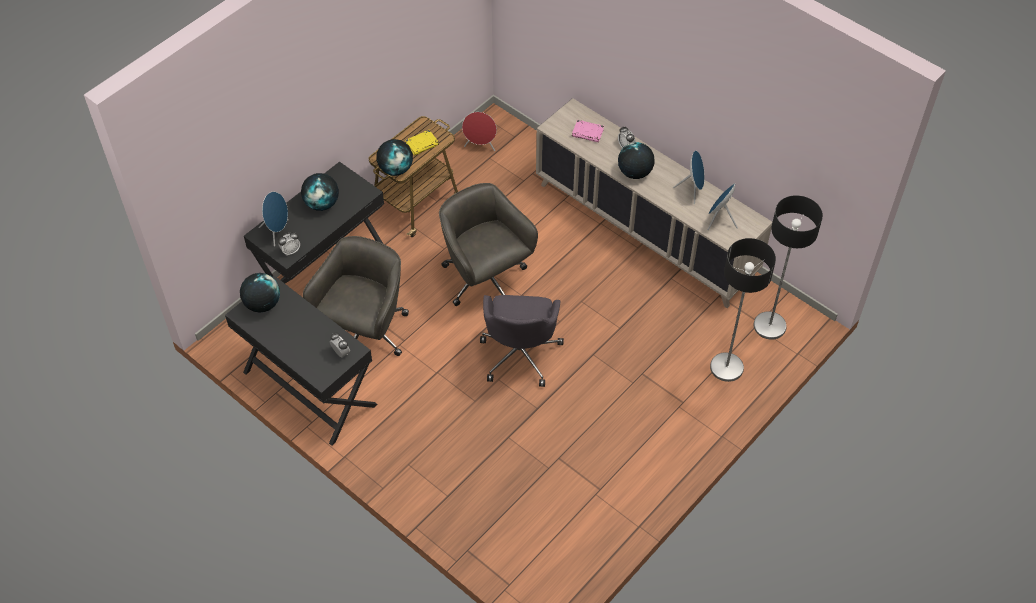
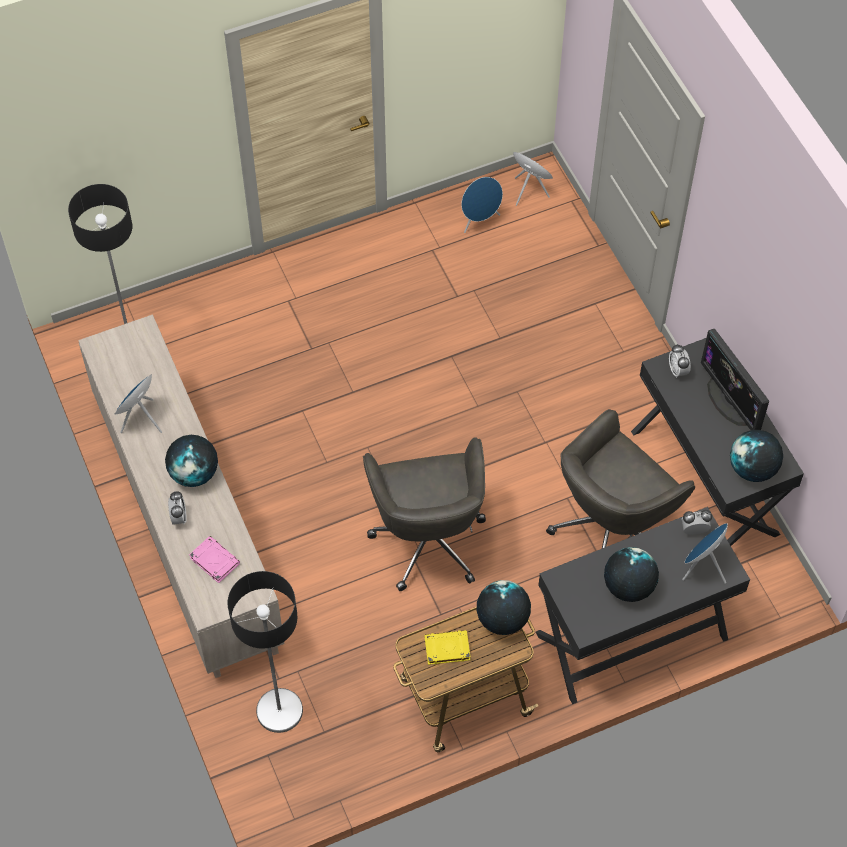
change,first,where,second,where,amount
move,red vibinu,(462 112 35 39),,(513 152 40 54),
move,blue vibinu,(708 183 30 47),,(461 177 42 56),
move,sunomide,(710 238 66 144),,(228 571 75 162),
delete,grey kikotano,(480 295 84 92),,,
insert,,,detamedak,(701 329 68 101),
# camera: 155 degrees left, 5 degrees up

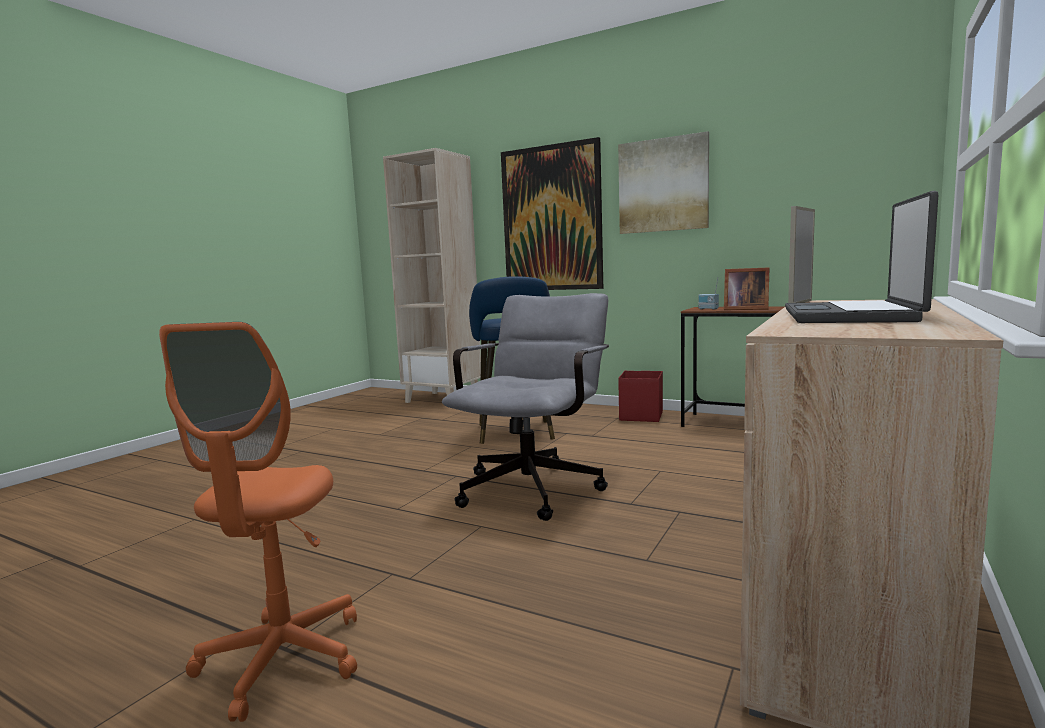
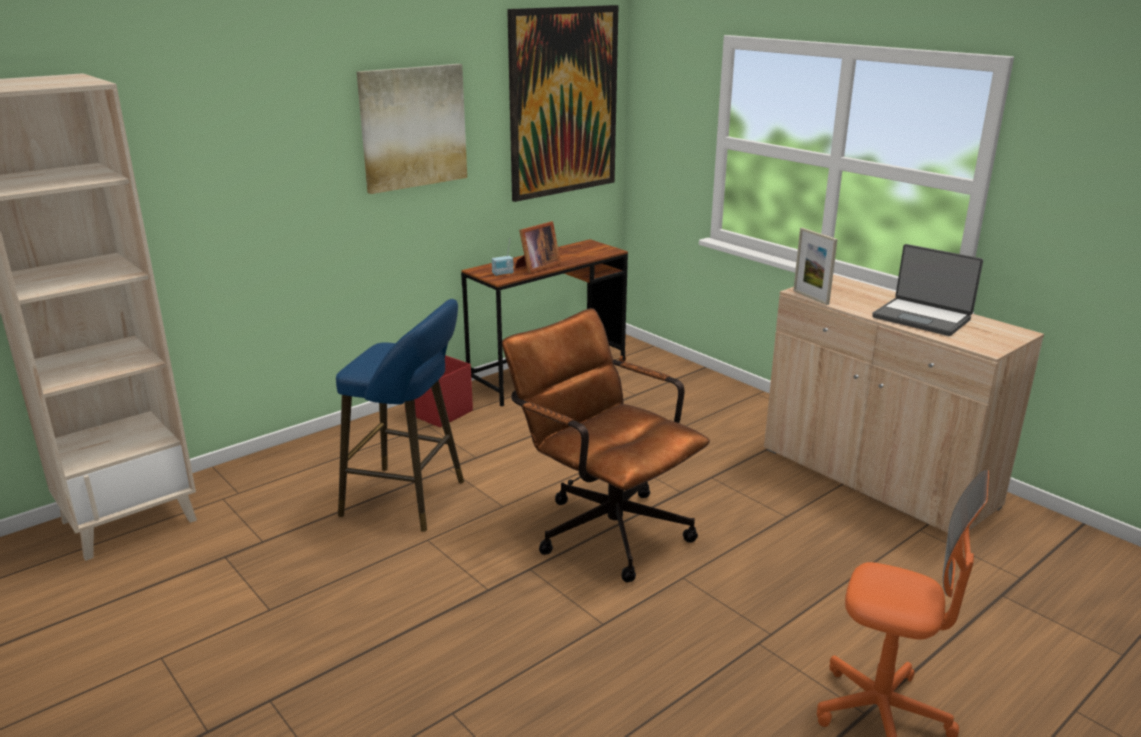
change,first,where,second,where,amount
move,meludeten,(501 137 102 153),,(507 5 112 197),
recolor,grey kikotano,(442 293 167 228),brown kikotano,(502 308 208 275),
# camera: 70 degrees left, 15 degrees up

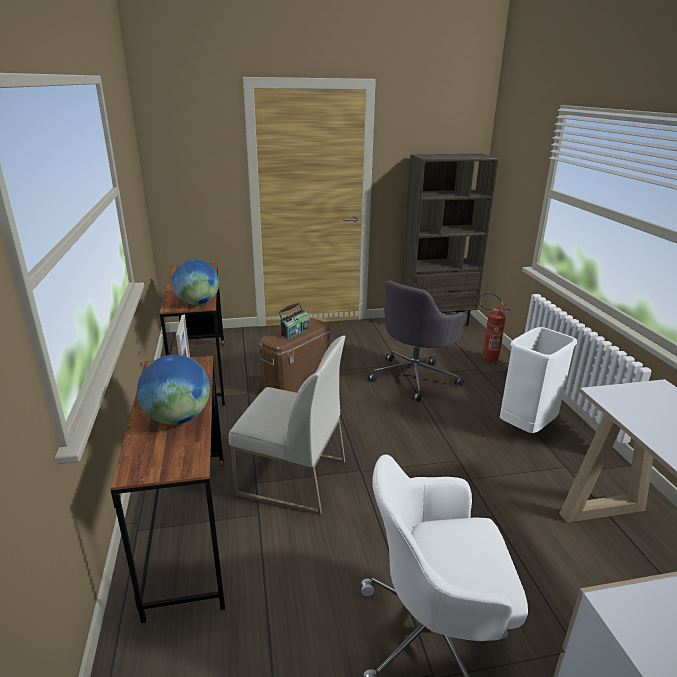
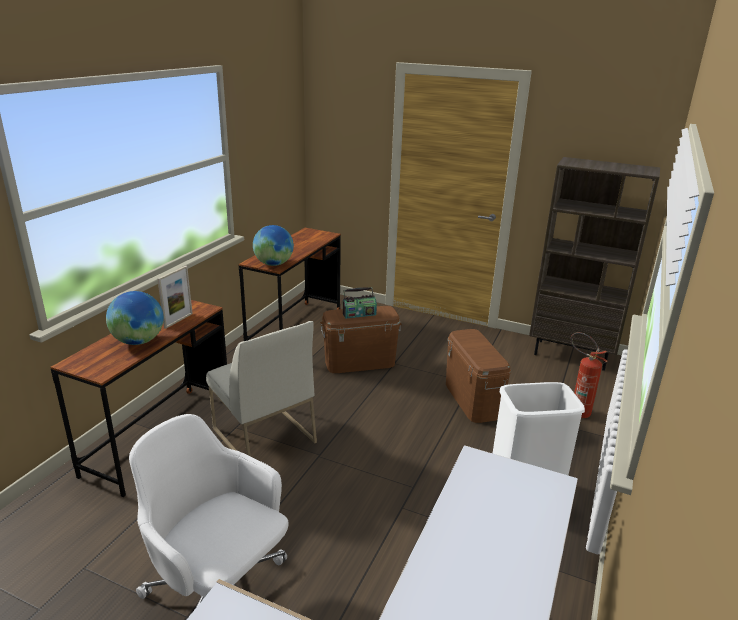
change,first,where,second,where,amount
replace,grey kikotano,(368 280 98 122),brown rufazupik,(446 329 65 94),
# camera: 35 degrees right, 0 degrees up

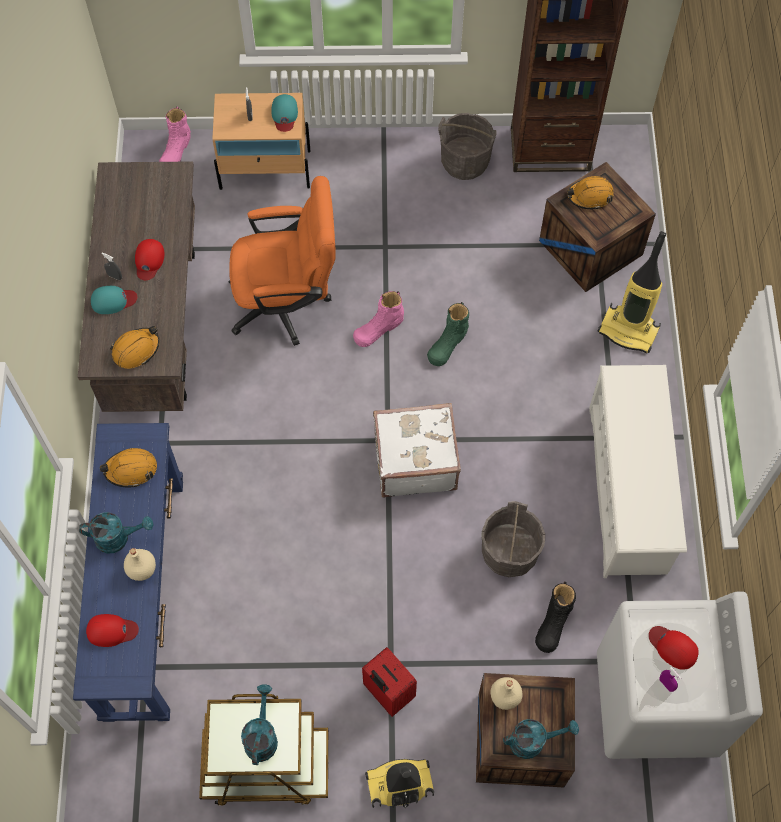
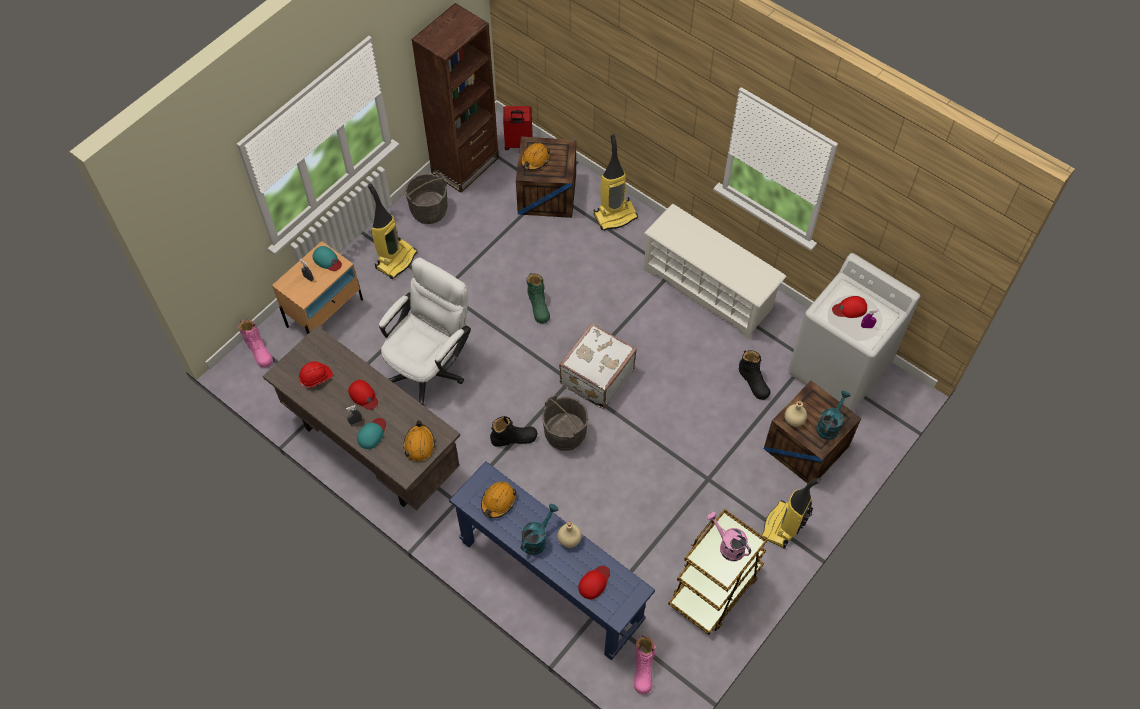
change,first,where,second,where,amount
recolor,orange kikotano,(228 176 108 170),white kikotano,(379 257 92 149),
move,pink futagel,(353 291 51 56),,(634 635 21 59),
move,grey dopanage,(482 501 63 76),,(542 394 46 57),
move,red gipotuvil,(362 647 55 70),,(503 106 29 44),
recolor,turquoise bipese,(241 684 37 81),pink bipese,(707 512 44 49),
insert,,,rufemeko,(368 184 49 95),
insert,,,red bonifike,(299 361 34 27),
insert,,,black futagel,(490 416 48 31),
# camera: 50 degrees left, 5 degrees down

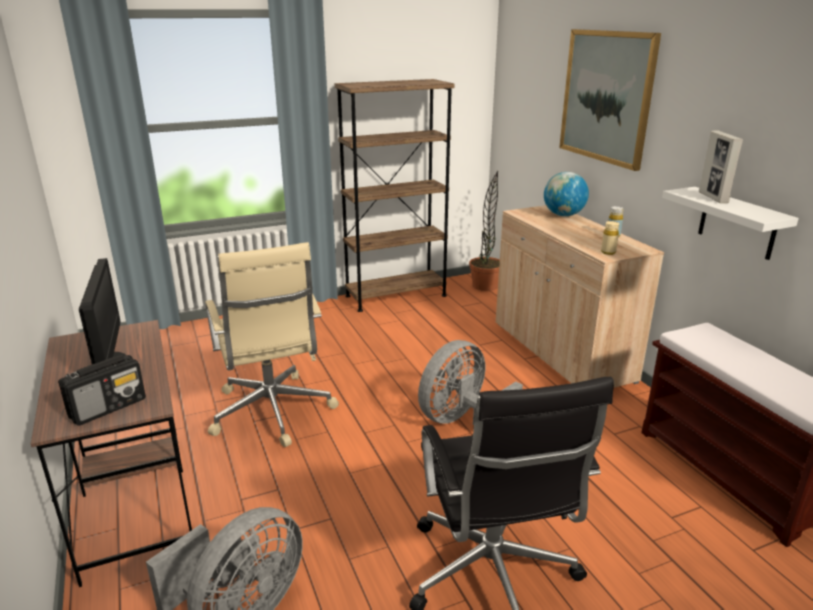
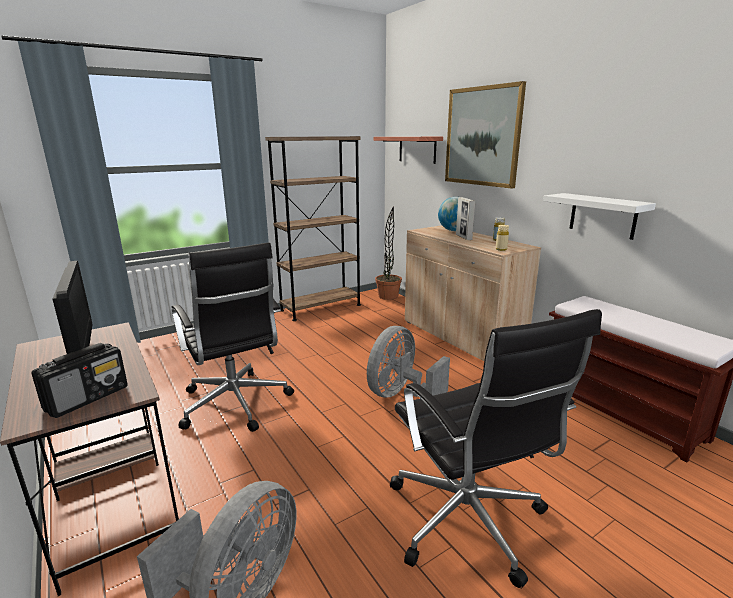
change,first,where,second,where,amount
move,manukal,(699 131 44 73),,(456 197 19 43),
recolor,beige kikotano,(205 242 134 205),black kikotano,(172 242 122 190),
insert,,,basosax,(373 137 70 27),
# camera: 10 degrees left, 5 degrees down

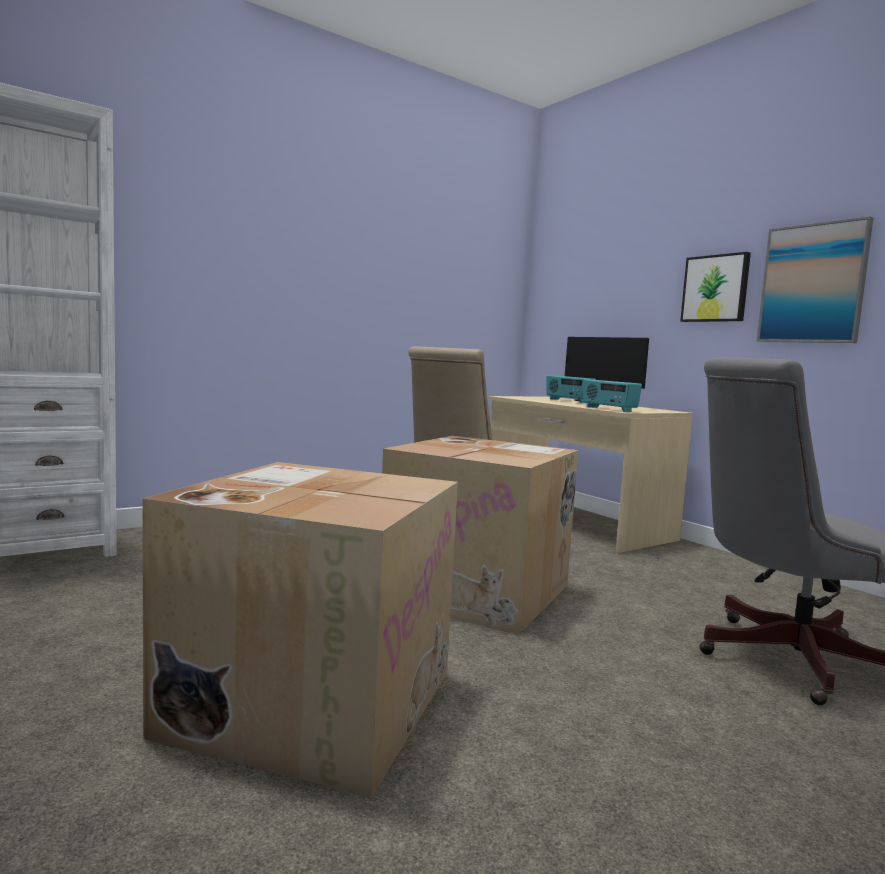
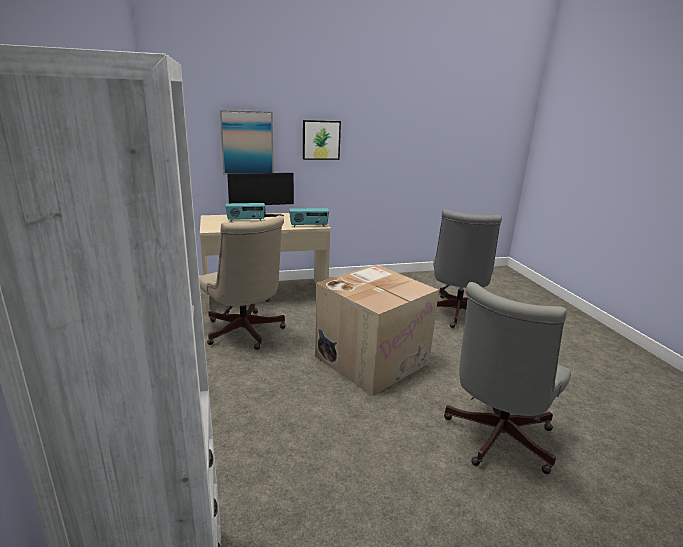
change,first,where,second,where,amount
move,meludeten,(757 216 116 127),,(220 110 54 65),
replace,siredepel,(142 462 316 336),grey kikotano,(444 282 127 192),
# camera: 70 degrees left, 15 degrees up

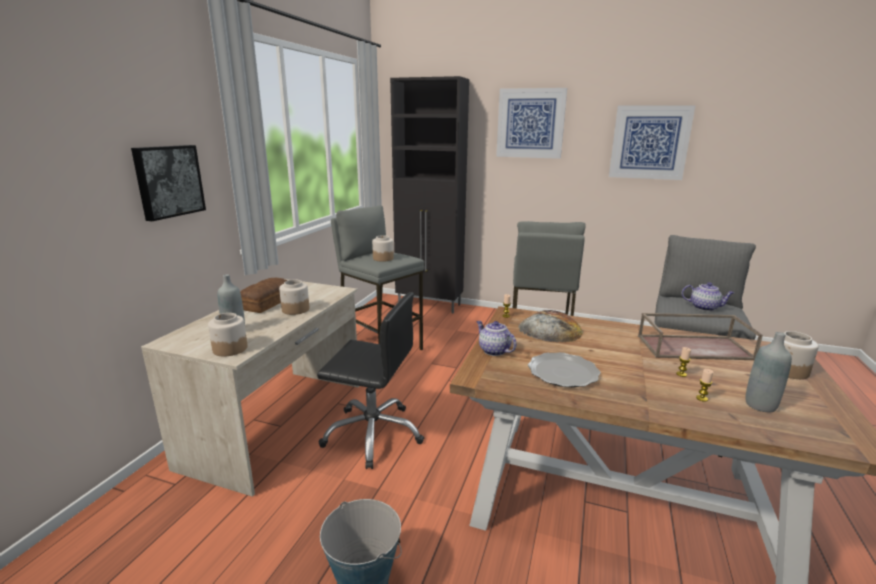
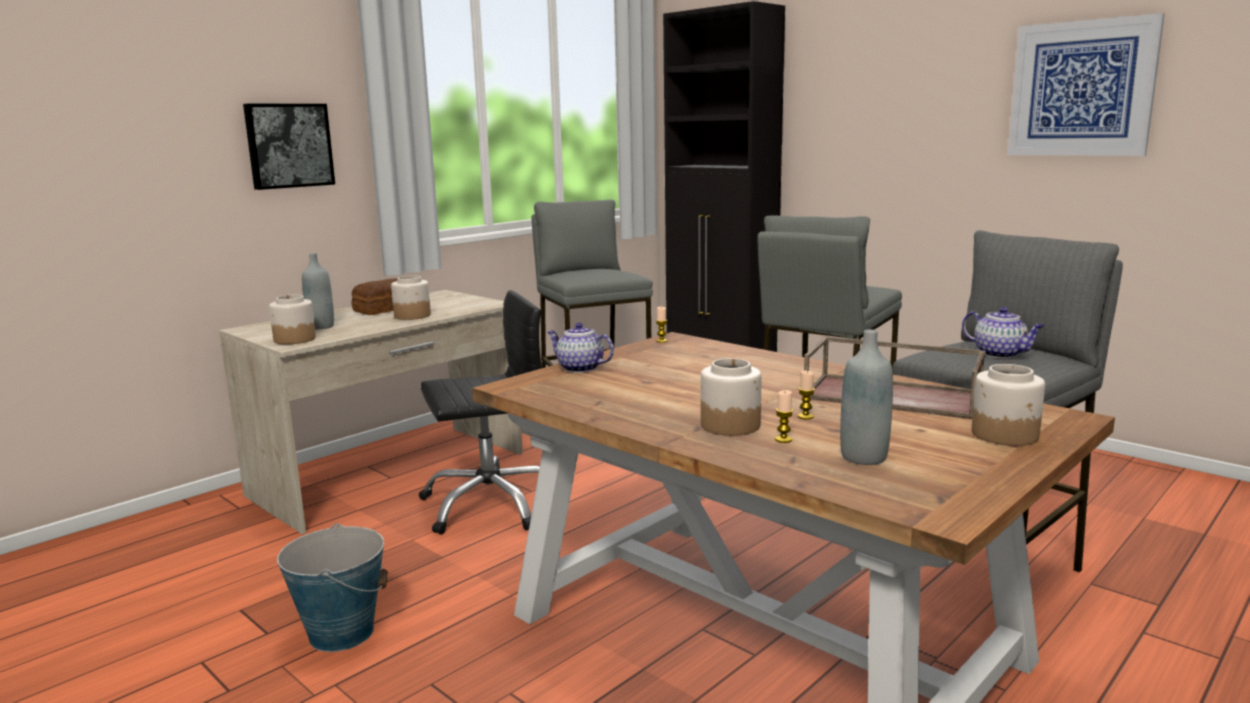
change,first,where,second,where,amount
delete,meludeten,(496 88 71 71),,,
move,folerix,(372 235 22 27),,(701 358 61 78),
rotate,black kikotano,(317 292 107 177),,(419 290 123 245),60 degrees counterclockwise
delete,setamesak,(518 310 65 32),,,
rotate,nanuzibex,(476 321 41 35),,(547 323 67 50),45 degrees counterclockwise
delete,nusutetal,(528 352 73 35),,,
# camera: 25 degrees right, 5 degrees down

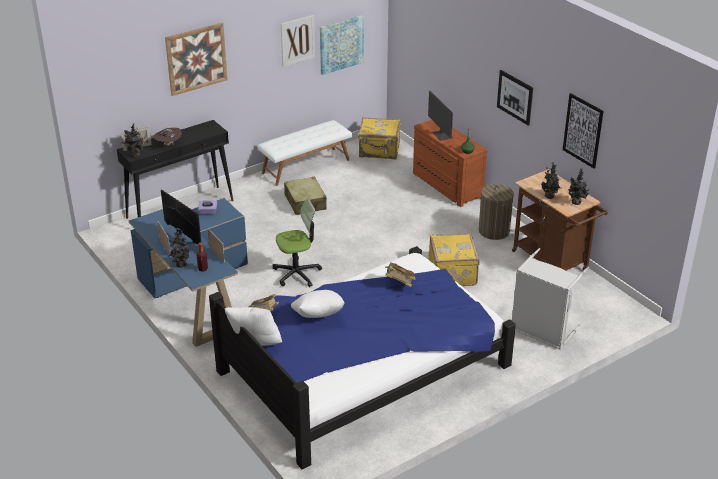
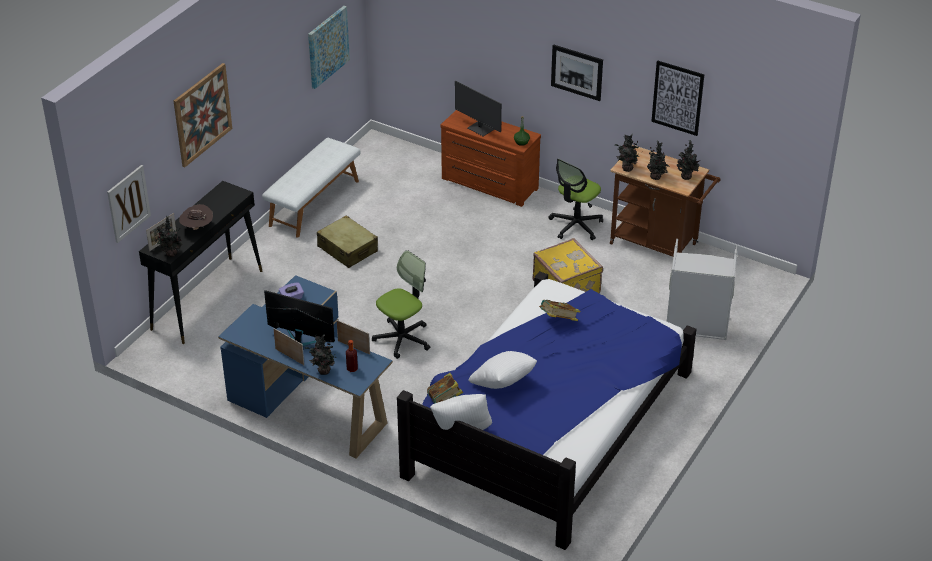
change,first,where,second,where,amount
move,meludeten,(281 15 34 52),,(107 165 44 78),
delete,yellow gipotuvil,(358 117 43 42),,,
replace,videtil,(479 184 35 56),kikotano,(548 159 55 81),
insert,,,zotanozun,(615 133 24 39),
# camera: 25 degrees left, 5 degrees up

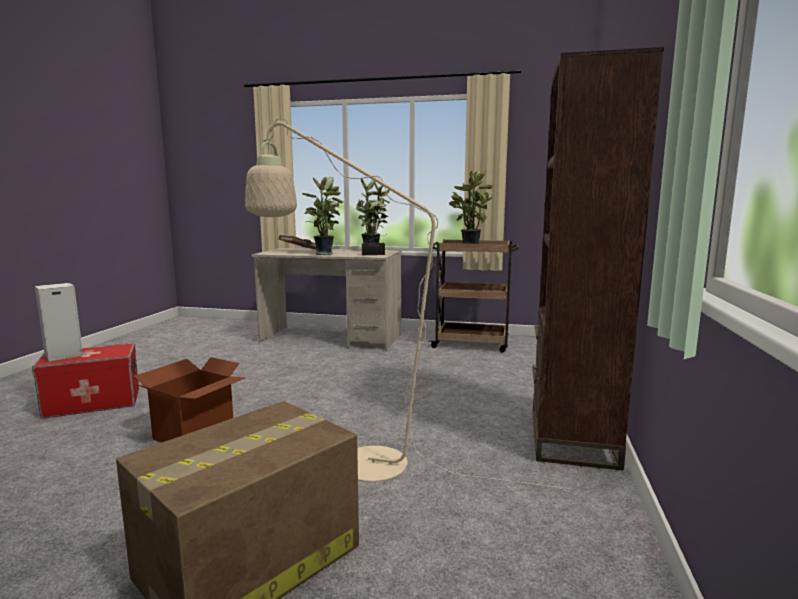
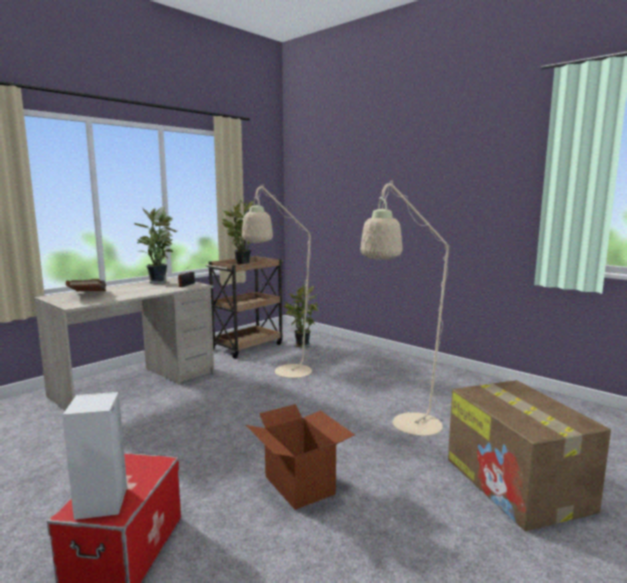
change,first,where,second,where,amount
delete,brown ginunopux,(533 47 131 424),,,
move,zotanozun,(302 177 41 78),,(284 284 34 63),
insert,,,beige sunomide,(242 184 98 194),
# camera: 60 degrees left, 0 degrees up

